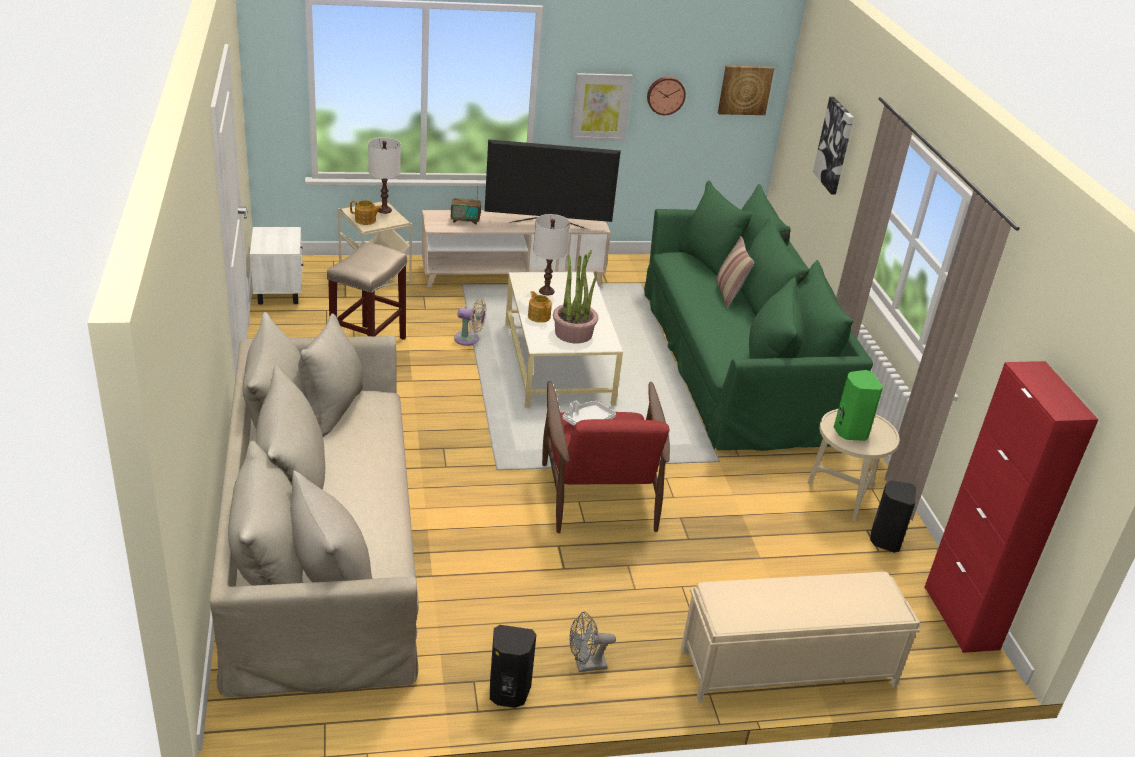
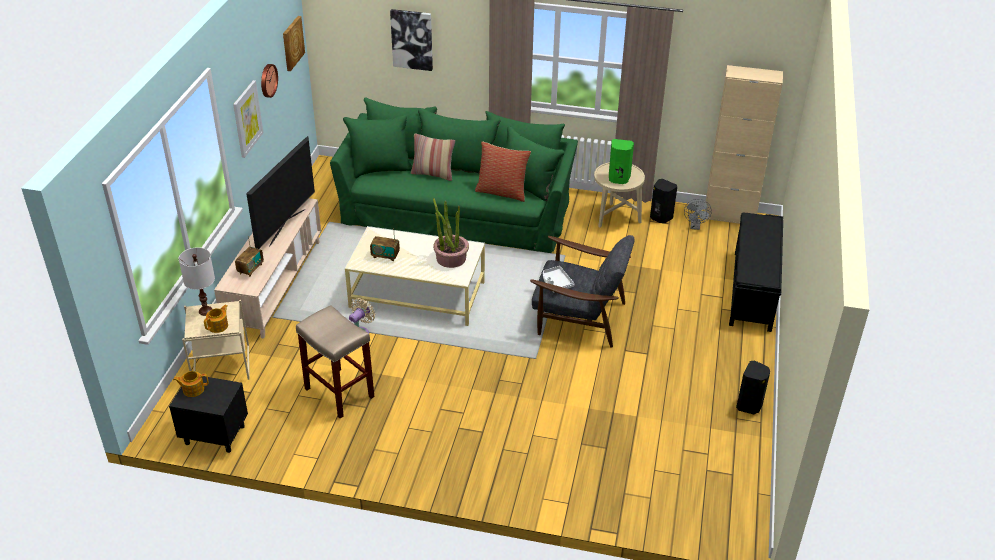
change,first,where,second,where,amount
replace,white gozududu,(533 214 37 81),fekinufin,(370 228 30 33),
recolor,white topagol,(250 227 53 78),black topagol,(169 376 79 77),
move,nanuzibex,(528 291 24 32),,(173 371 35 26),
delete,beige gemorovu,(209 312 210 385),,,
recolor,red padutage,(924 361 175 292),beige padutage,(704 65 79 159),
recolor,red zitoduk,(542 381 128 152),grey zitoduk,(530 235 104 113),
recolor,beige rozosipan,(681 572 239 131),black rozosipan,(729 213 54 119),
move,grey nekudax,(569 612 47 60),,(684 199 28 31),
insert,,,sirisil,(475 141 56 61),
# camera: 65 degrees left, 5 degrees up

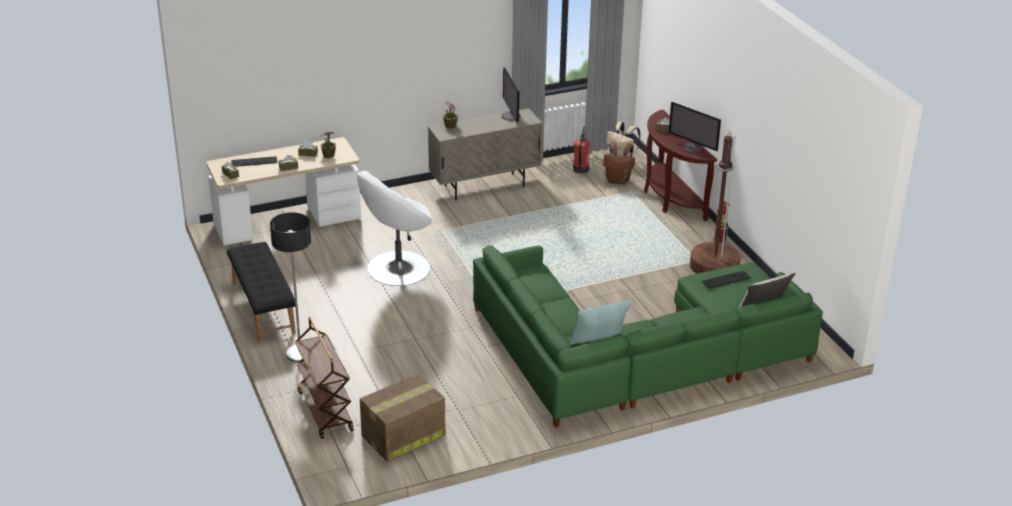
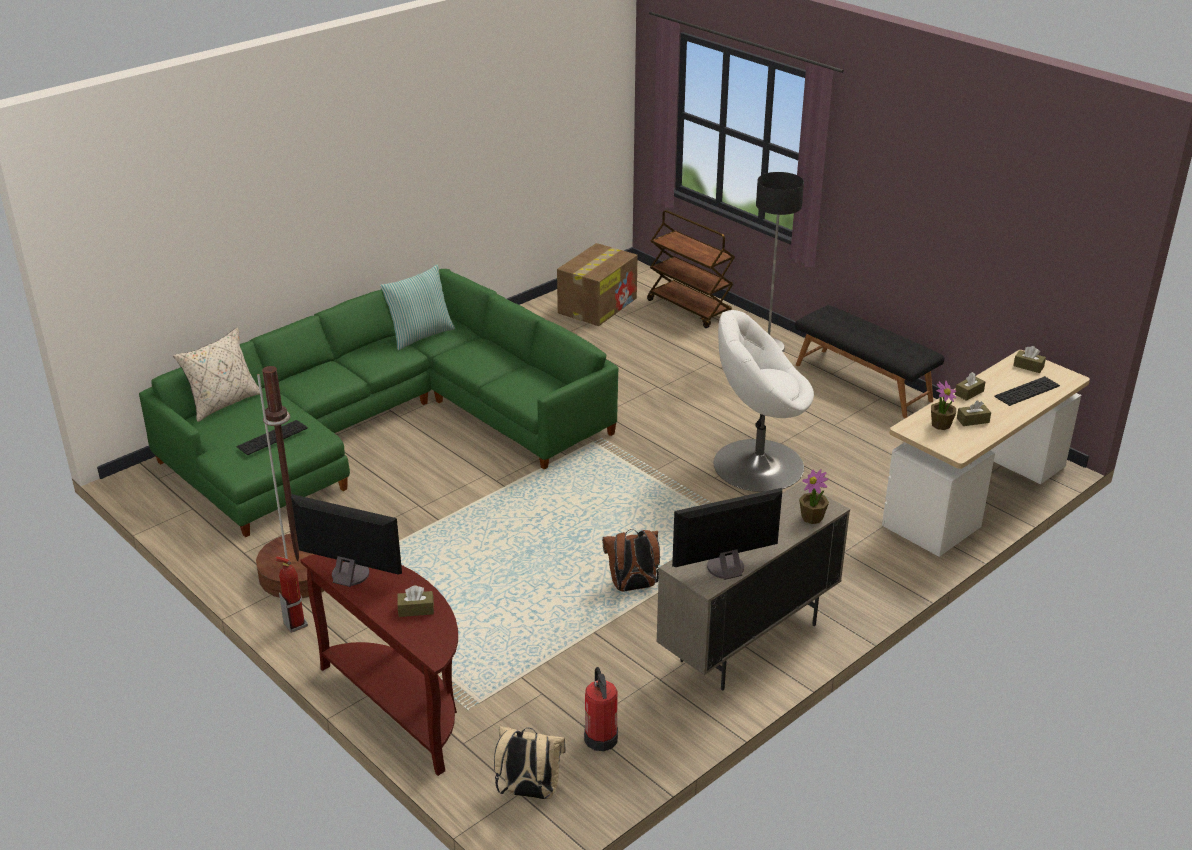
change,first,where,second,where,amount
rotate,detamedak,(502 67 19 55),,(672 488 110 92),75 degrees counterclockwise
move,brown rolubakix,(603 142 32 42),,(602 529 58 63),
rotate,white zitoduk,(357 171 75 115),,(714 310 100 182),120 degrees counterclockwise
# camera: 160 degrees right, 0 degrees up

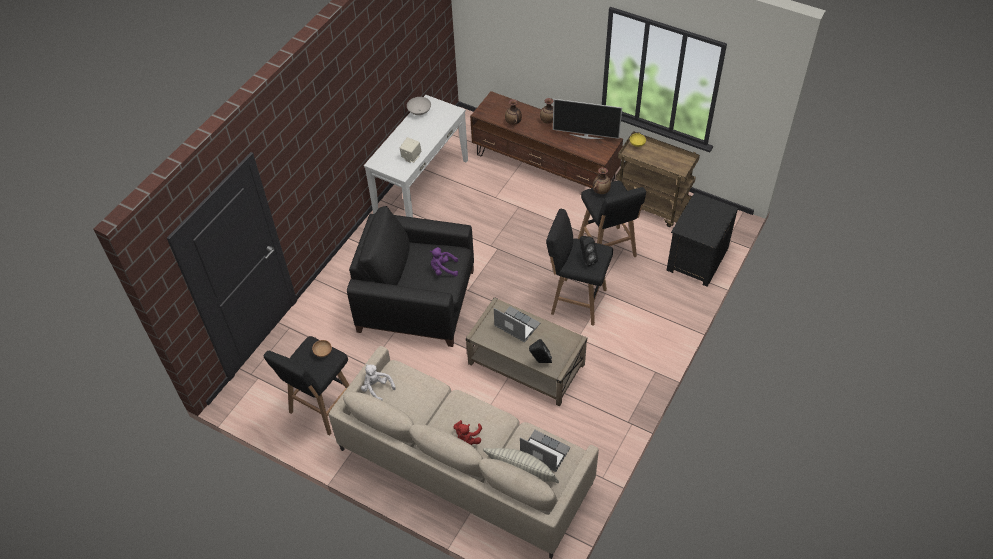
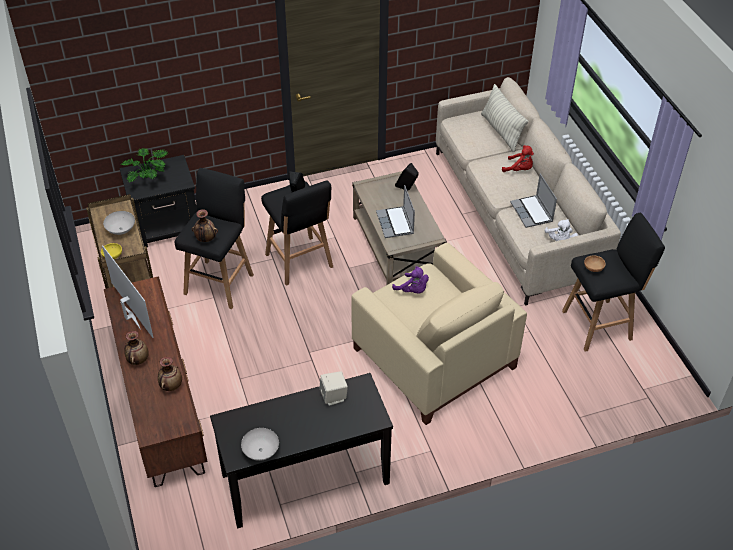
change,first,where,second,where,amount
recolor,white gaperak,(364 95 104 122),black gaperak,(210 373 183 155),
recolor,black zitoduk,(347 206 127 141),beige zitoduk,(351 242 176 183),
rotate,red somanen,(453 420 29 25),,(502 145 32 27),60 degrees clockwise
move,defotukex,(520 430 51 42),,(510 174 47 54),
insert,,,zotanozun,(121 148 46 34),
insert,,,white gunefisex,(103 211 32 24),
# camera: 140 degrees left, 5 degrees down

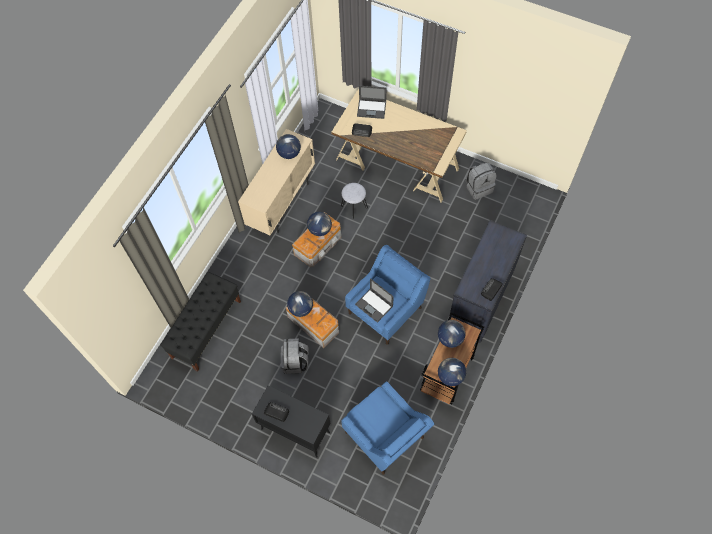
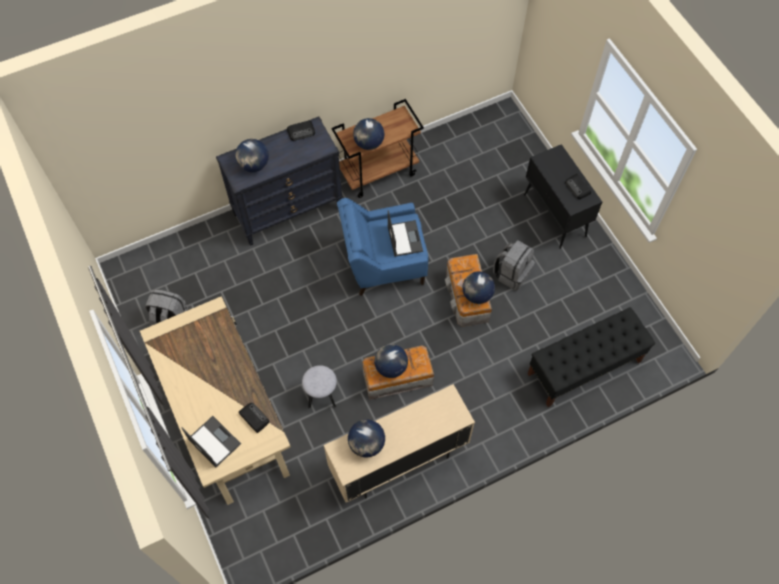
change,first,where,second,where,amount
move,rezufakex,(438 358 28 28),,(235 139 34 33),
delete,blue zitoduk,(341 381 93 94),,,
# camera: 145 degrees left, 0 degrees up

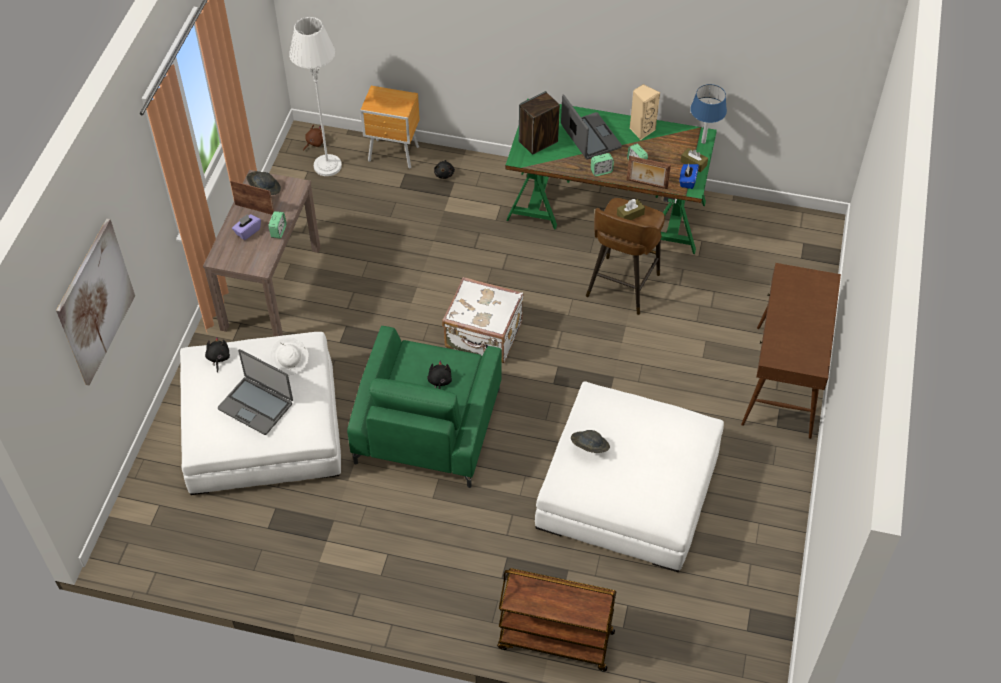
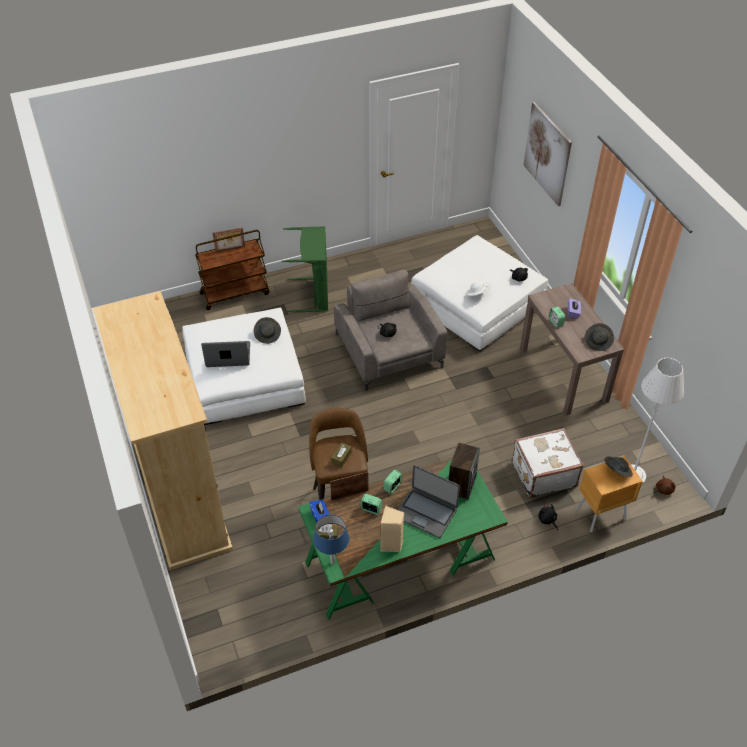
change,first,where,second,where,amount
move,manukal,(230 180 44 35),,(213 228 32 24),
replace,brown gaperak,(741 263 100 176),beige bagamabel,(93 291 140 280),
move,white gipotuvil,(442 277 82 86),,(512 428 72 70),
recolor,green zitoduk,(347 326 155 162),grey zitoduk,(334 269 113 122),
move,defotukex,(218 349 75 86),,(201 341 49 26),
insert,,,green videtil,(282 226 46 86),
insert,,,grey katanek,(604 456 29 21),
# camera: 145 degrees right, 5 degrees down

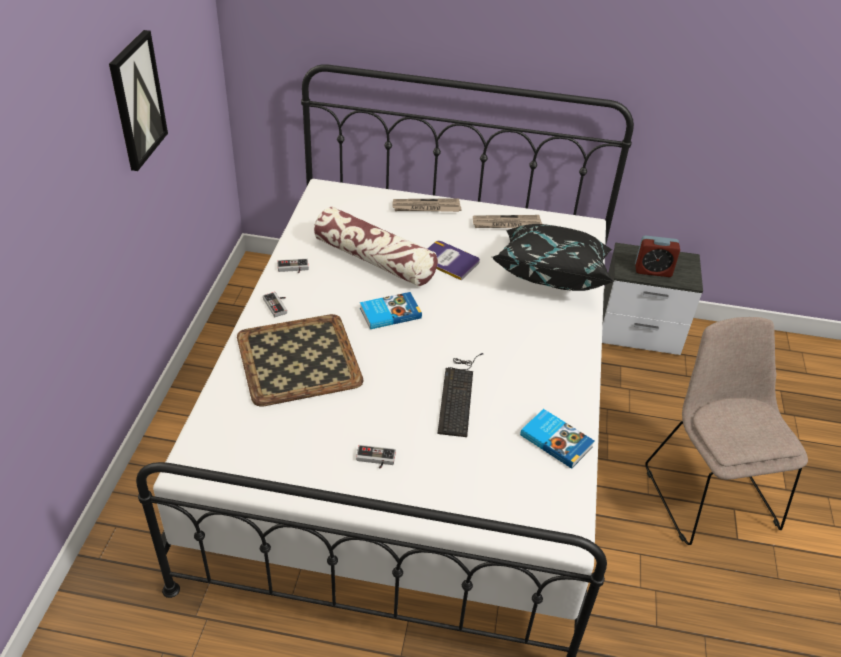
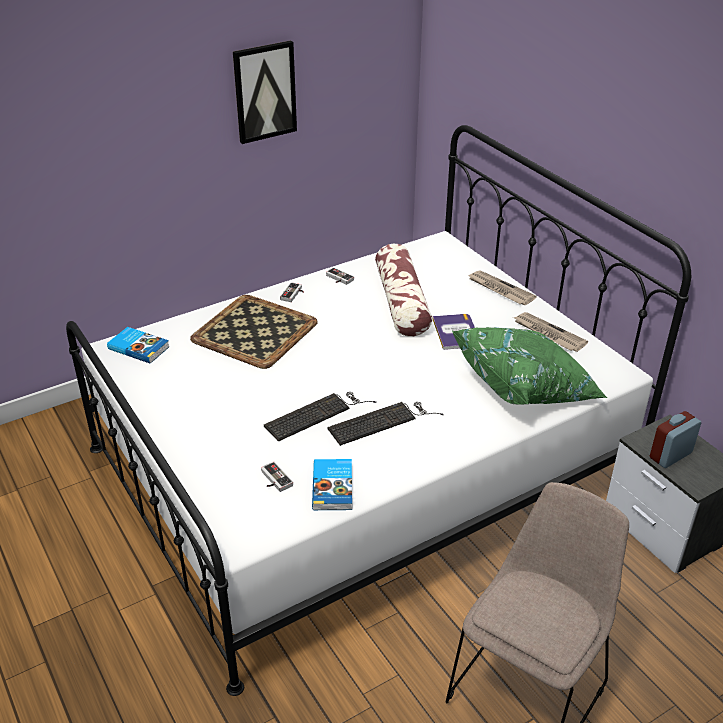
change,first,where,second,where,amount
recolor,black sirisil,(492 224 123 67),green sirisil,(452 327 155 78),
rotate,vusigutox,(635 235 45 42),,(650 411 51 57),90 degrees clockwise
move,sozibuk,(360 292 62 37),,(107 327 63 37),
move,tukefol,(356 445 40 24),,(261 462 32 30),
insert,,,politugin,(327 402 117 44),
# camera: 50 degrees right, 5 degrees down

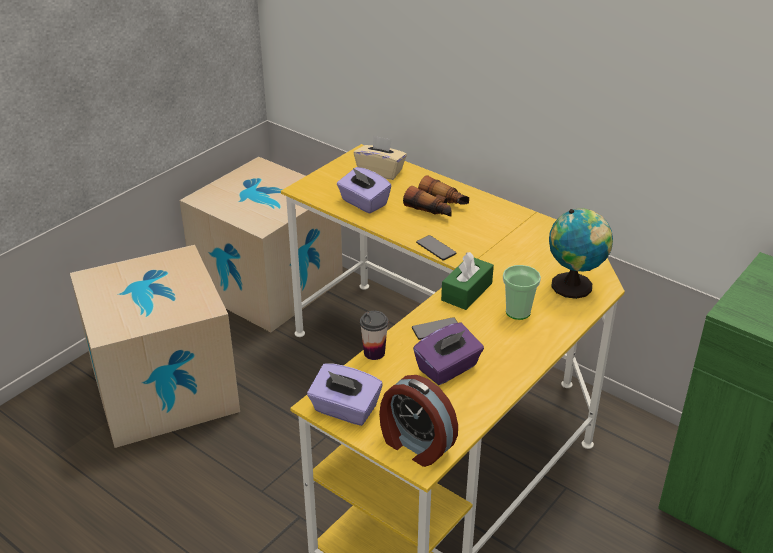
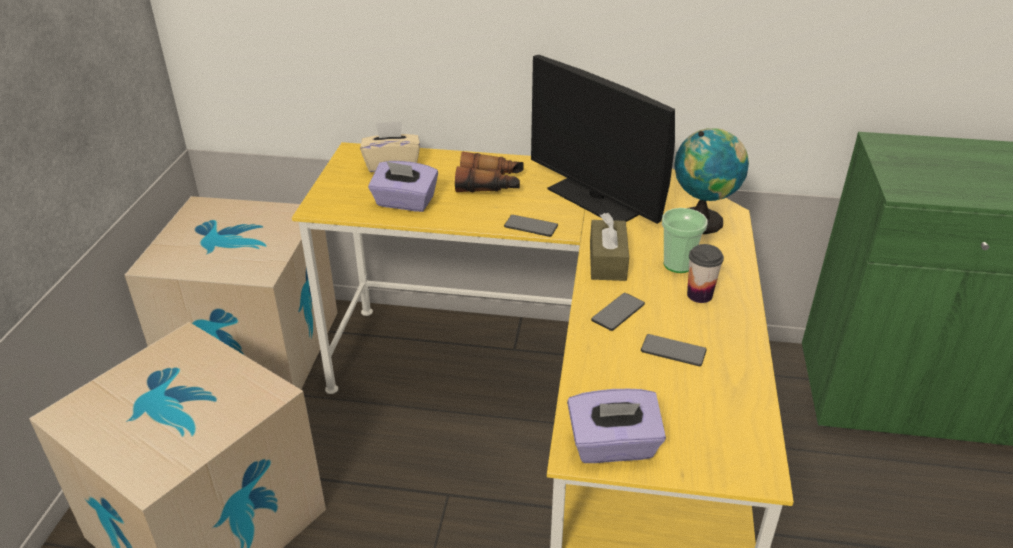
change,first,where,second,where,amount
recolor,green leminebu,(441 252 53 58),brown leminebu,(590 213 39 68),
move,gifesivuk,(360 311 29 49),,(687 244 37 59),
replace,purple leminebu,(413 323 71 62),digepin,(641 334 66 32),
delete,vusigutox,(379 375 79 92),,,
insert,,,detamedak,(531 55 144 169),
# camera: 30 degrees left, 0 degrees up

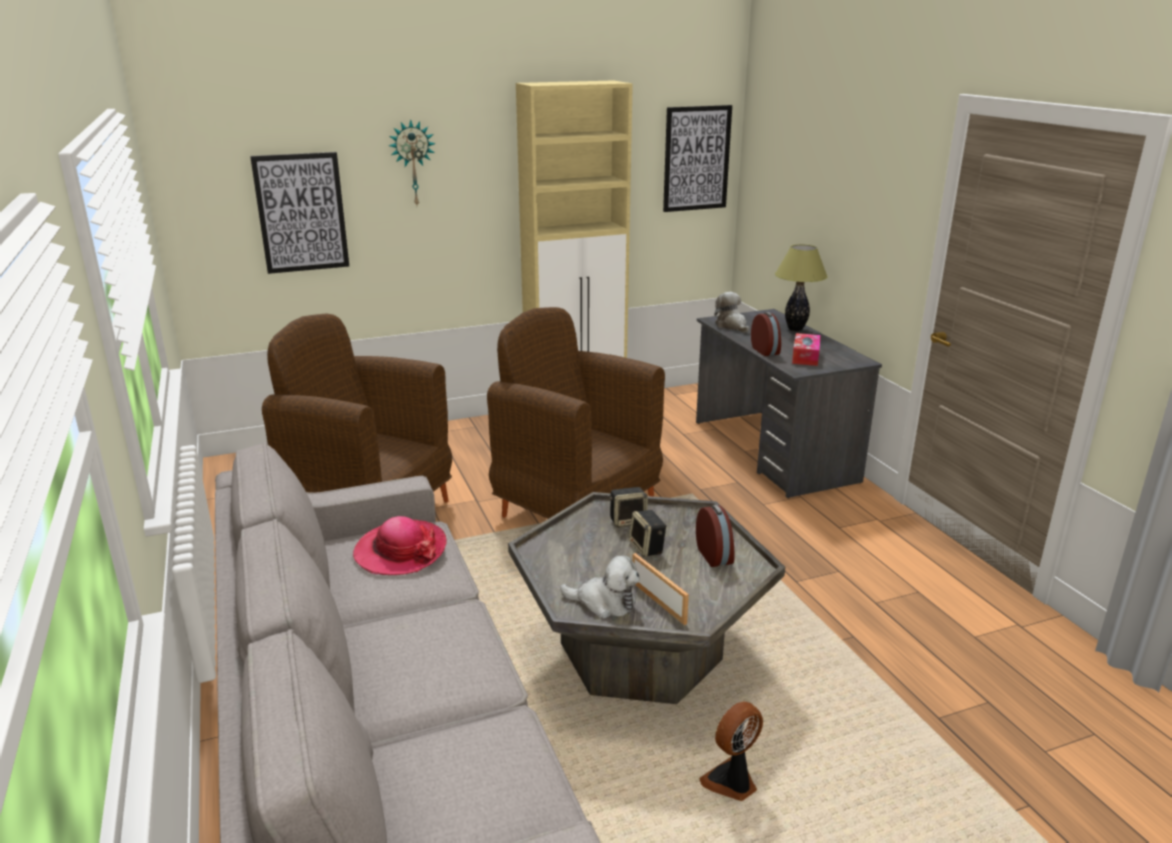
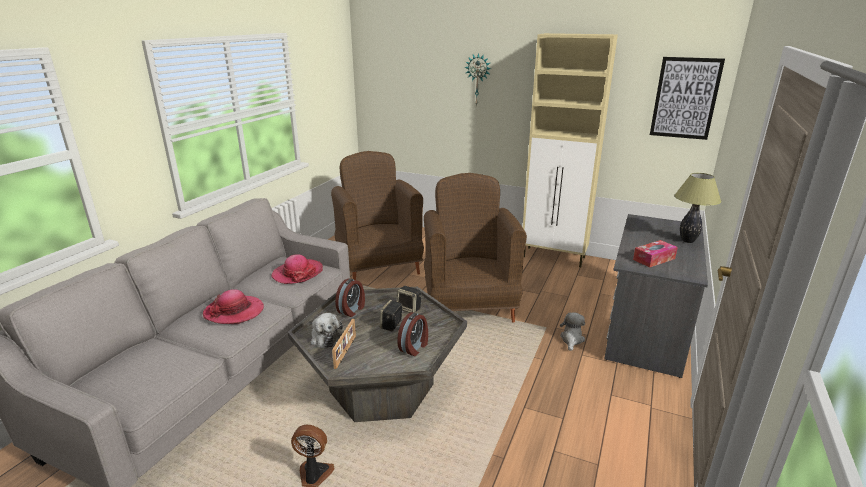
change,first,where,second,where,amount
delete,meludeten,(250 152 99 122),,,
move,somanen,(714 292 35 41),,(560 312 25 39),
move,vusigutox,(751 312 30 44),,(335 278 30 39),
insert,,,katanek,(203 289 61 35),
# camera: 45 degrees right, 0 degrees up

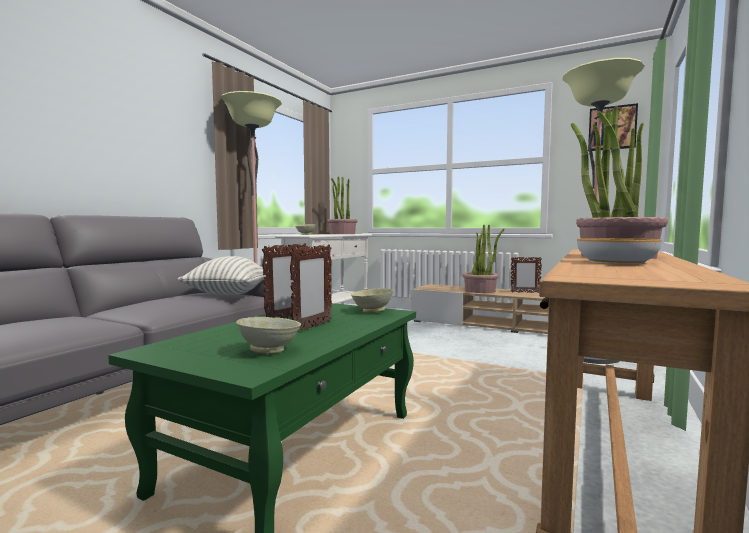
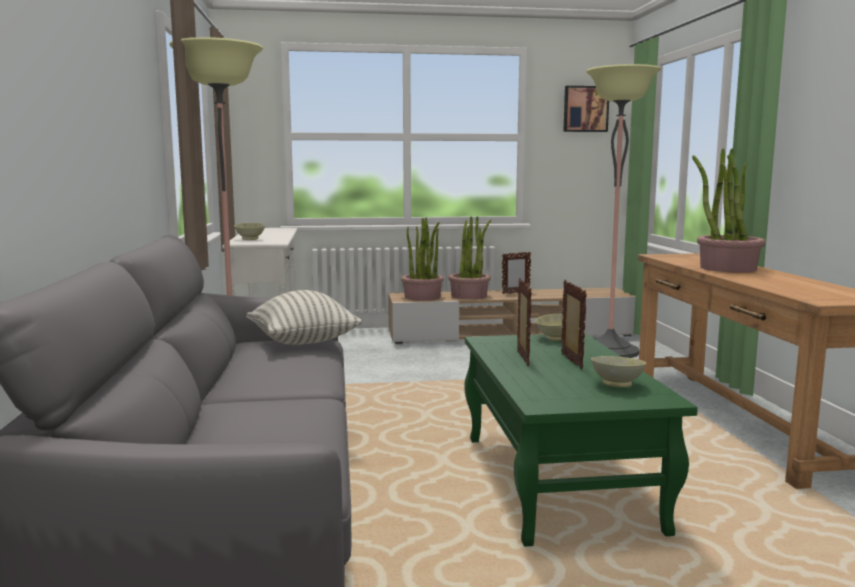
change,first,where,second,where,amount
move,zotanozun,(327 176 31 58),,(401 217 43 84),
delete,gunefisex,(577 238 85 27),,,
# camera: 35 degrees left, 5 degrees up

